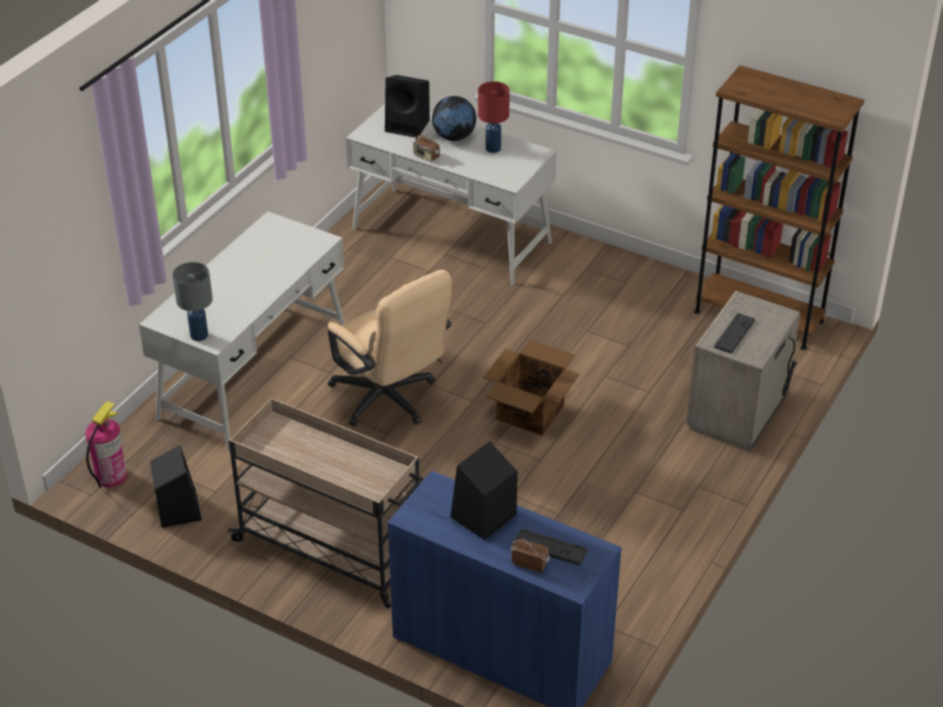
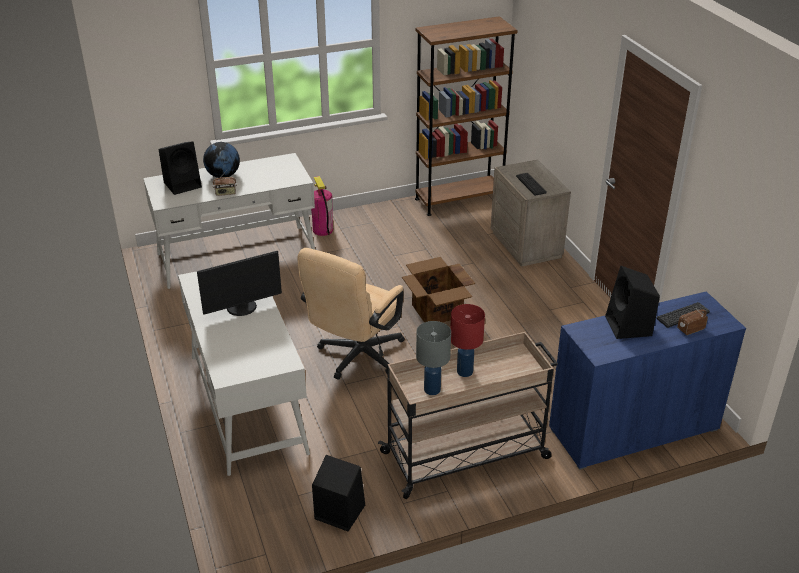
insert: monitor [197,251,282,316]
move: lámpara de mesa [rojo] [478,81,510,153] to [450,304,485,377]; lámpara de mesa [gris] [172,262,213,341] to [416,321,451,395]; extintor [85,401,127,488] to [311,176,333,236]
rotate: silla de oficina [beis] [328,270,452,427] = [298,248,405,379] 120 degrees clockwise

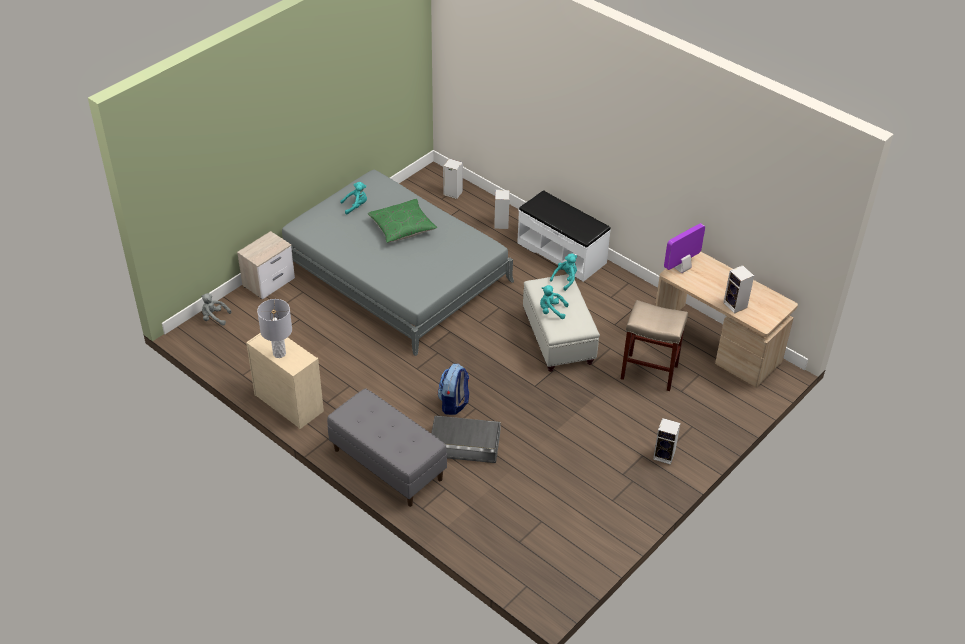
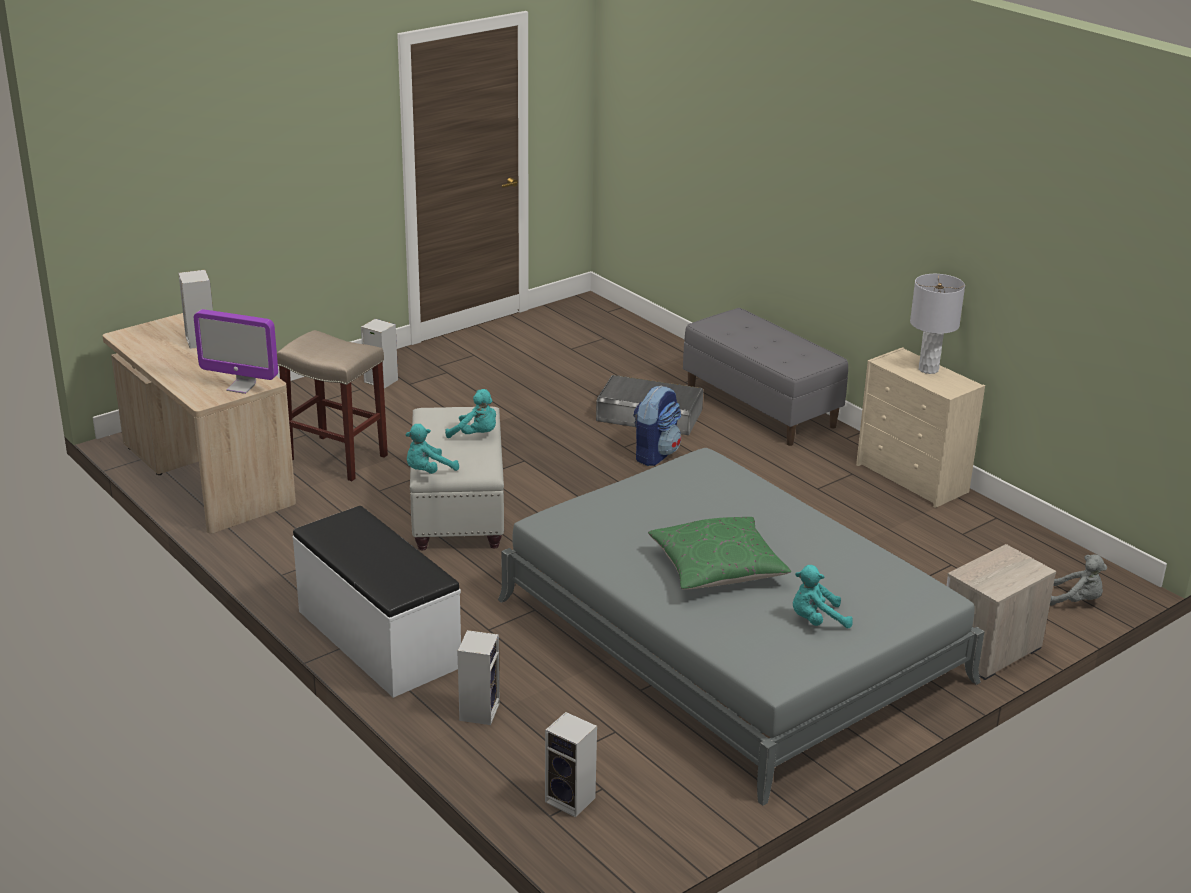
rotate: monitor [664,223,705,273] = [194,309,278,394] 45 degrees clockwise

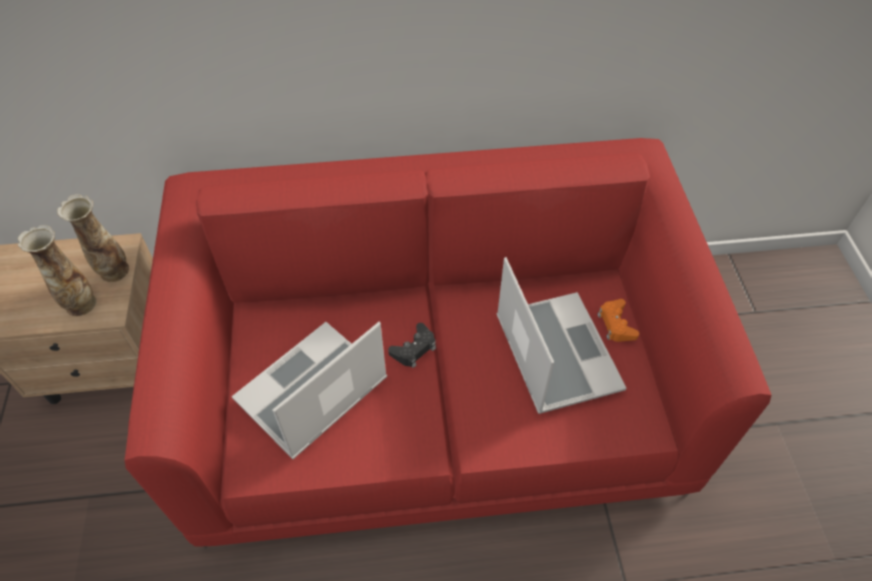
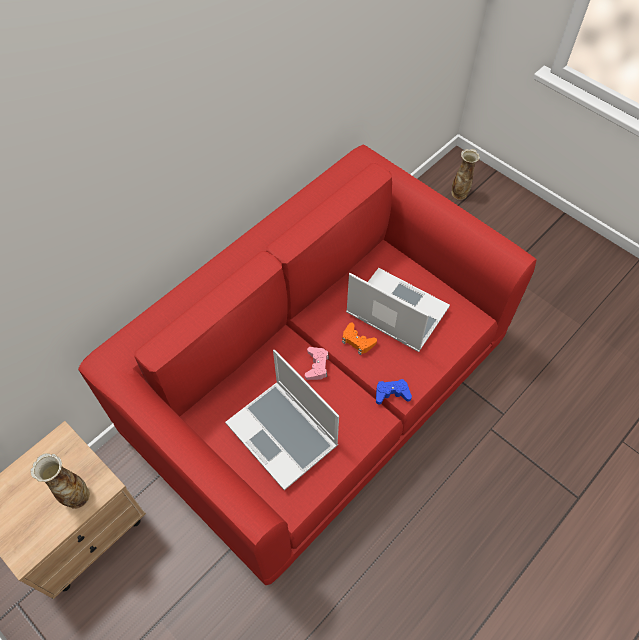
insert: mando de consola [azul] [376,379,412,404]
move: florero [57,194,129,282] to [451,149,480,200]; mando de consola [naranja] [597,299,639,342] to [342,323,377,355]
recolor: mando de consola [negro] [388,323,436,368] to mando de consola [rosa] [305,347,329,380]
rotate: portátil [231,322,387,459] = [225,350,339,490] 45 degrees counterclockwise

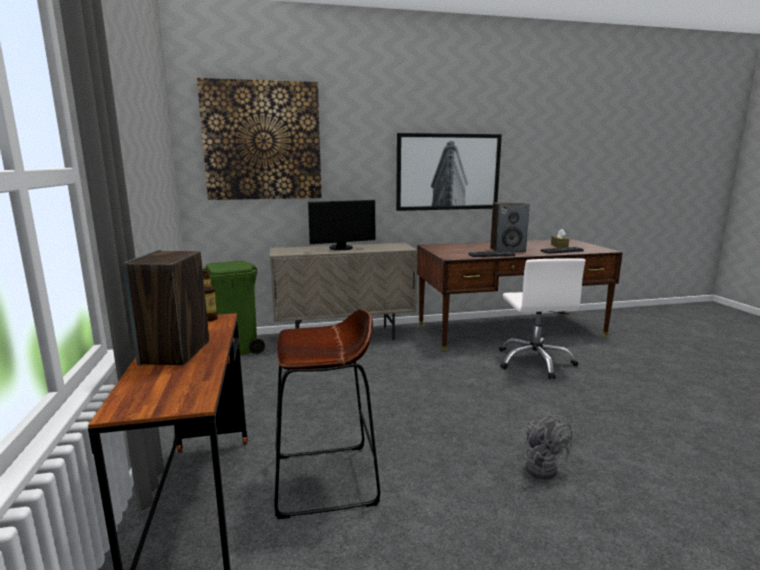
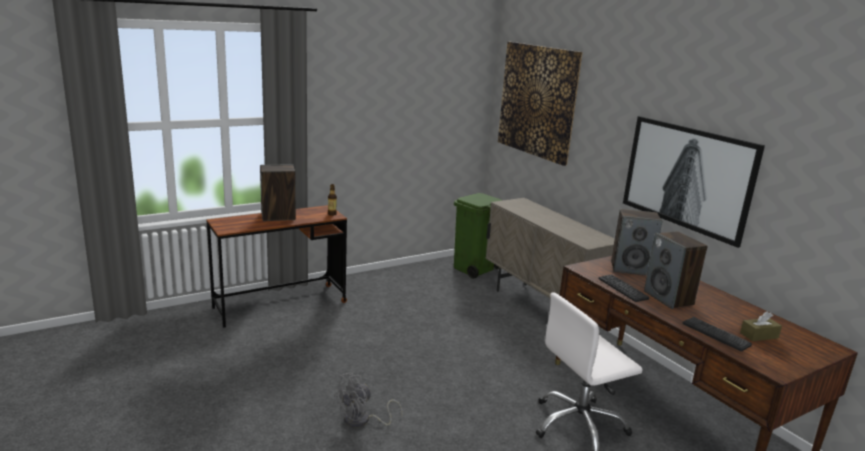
delete: monitor [308,200,375,250]; taburete [marrón] [274,309,380,519]
insert: altavoz [611,209,662,276]

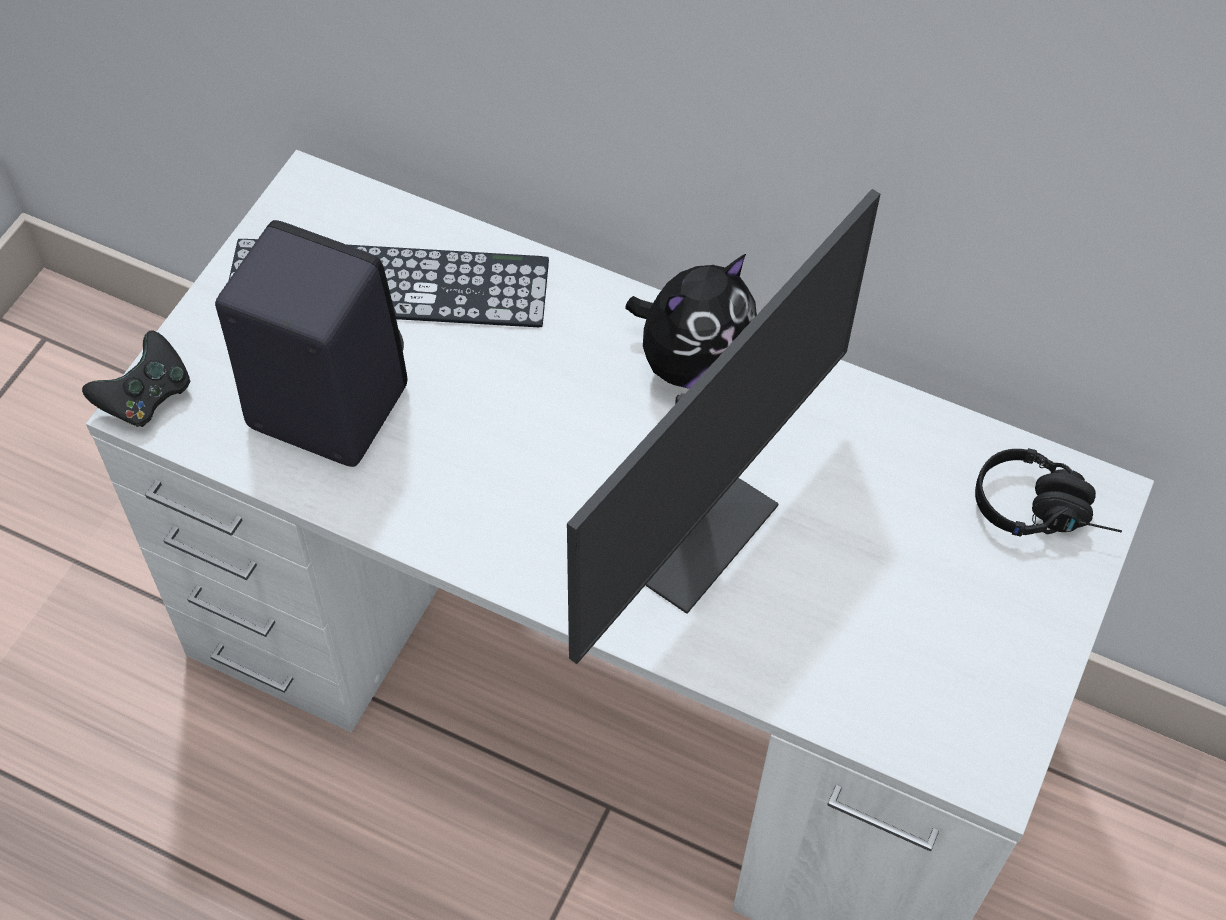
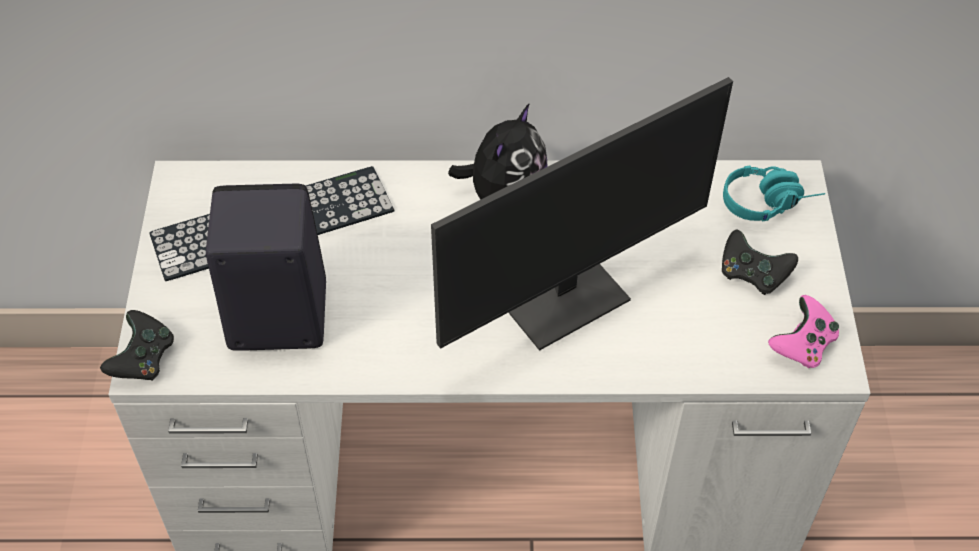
insert: mando de consola [negro] [722,229,798,295]; mando de consola [rosa] [768,295,839,368]
recolor: auriculares [negro] [975,448,1122,537] to auriculares [turquesa] [723,166,825,221]
rotate: monitor [567,189,880,664] = [431,77,733,351] 45 degrees clockwise

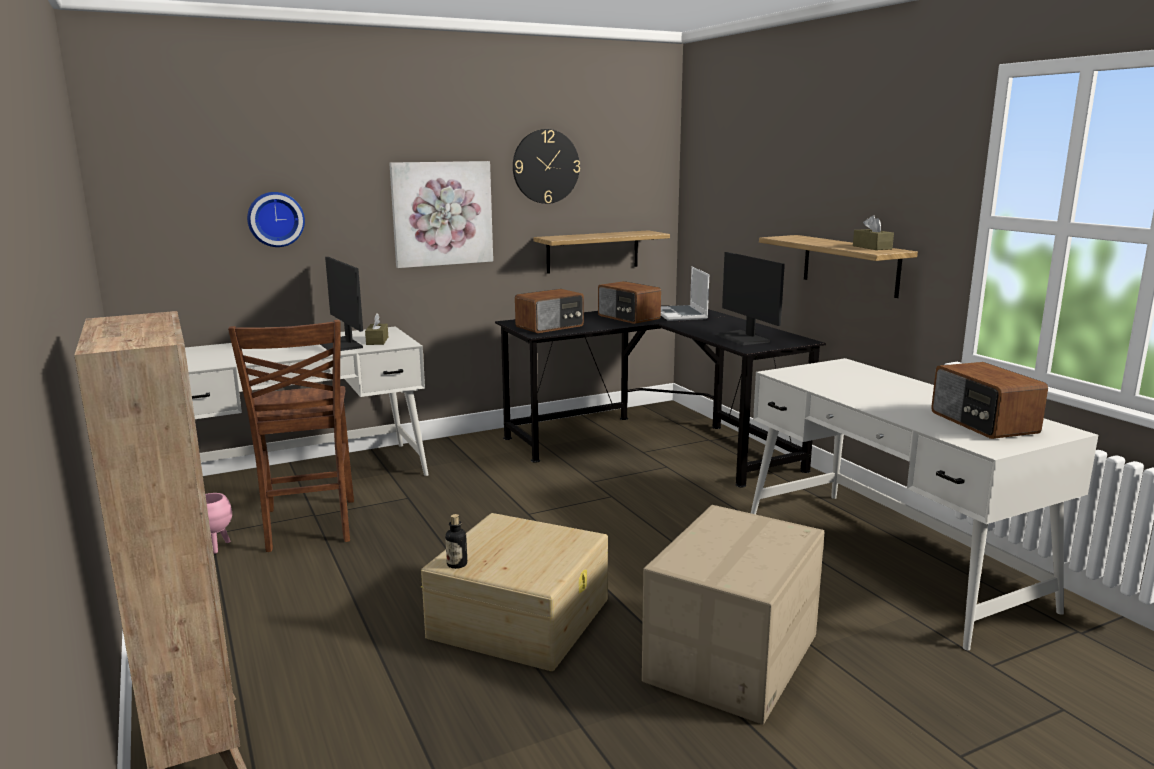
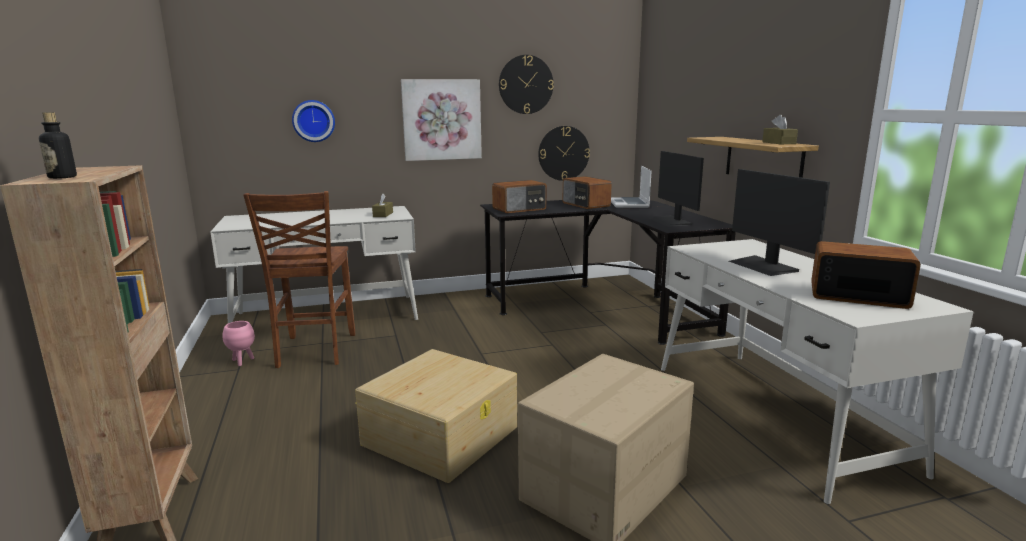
move: monitor [320,257,363,351] to [729,169,830,276]; botella [445,514,467,569] to [39,112,77,179]
replace: estante [534,230,670,274] to reloj de pared [538,126,590,181]
rotate: radio [931,362,1048,439] = [811,241,921,309] 120 degrees clockwise

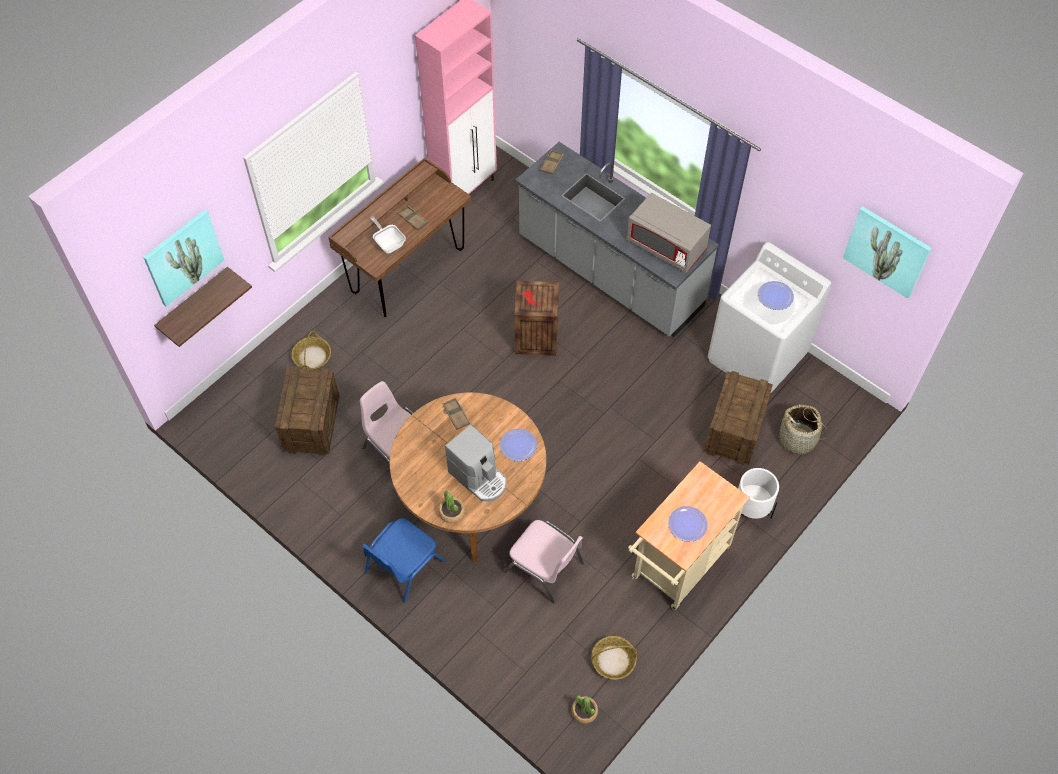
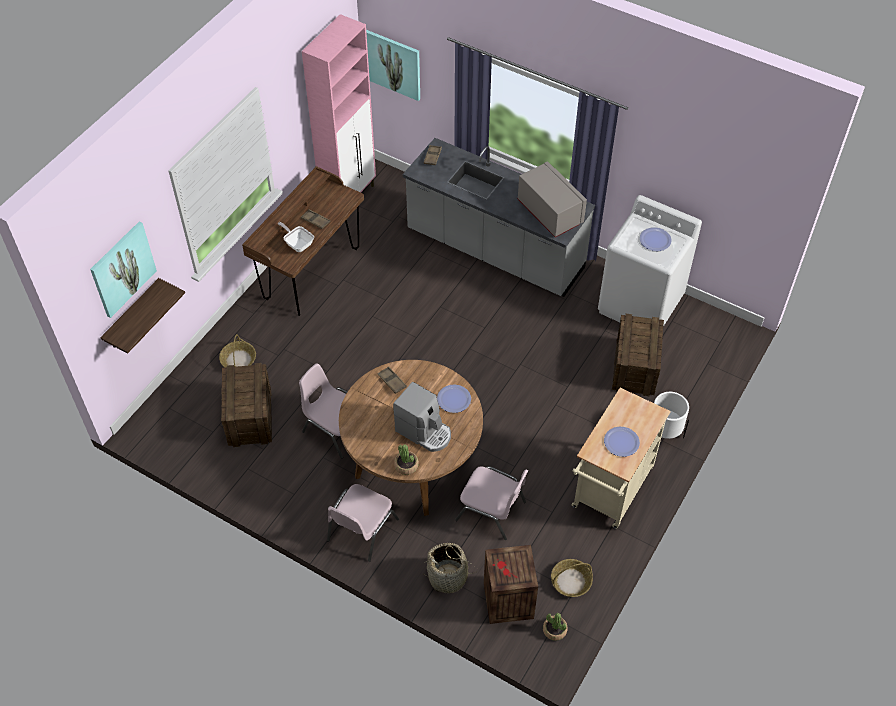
move: cuadro [843,206,931,298] to [366,30,420,101]; caja de embalaje [514,280,559,356] to [484,545,538,624]; cesta [774,405,830,455] to [423,543,476,593]
recolor: silla [azul] [362,518,445,603] to silla [rosa] [327,484,399,562]
rotate: microondas [gris] [627,193,711,273] = [517,162,587,237] 150 degrees counterclockwise

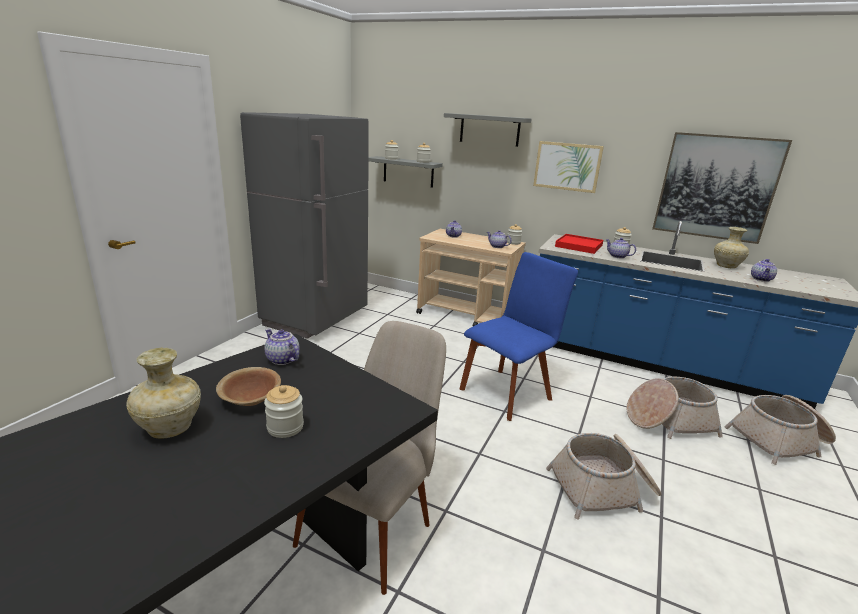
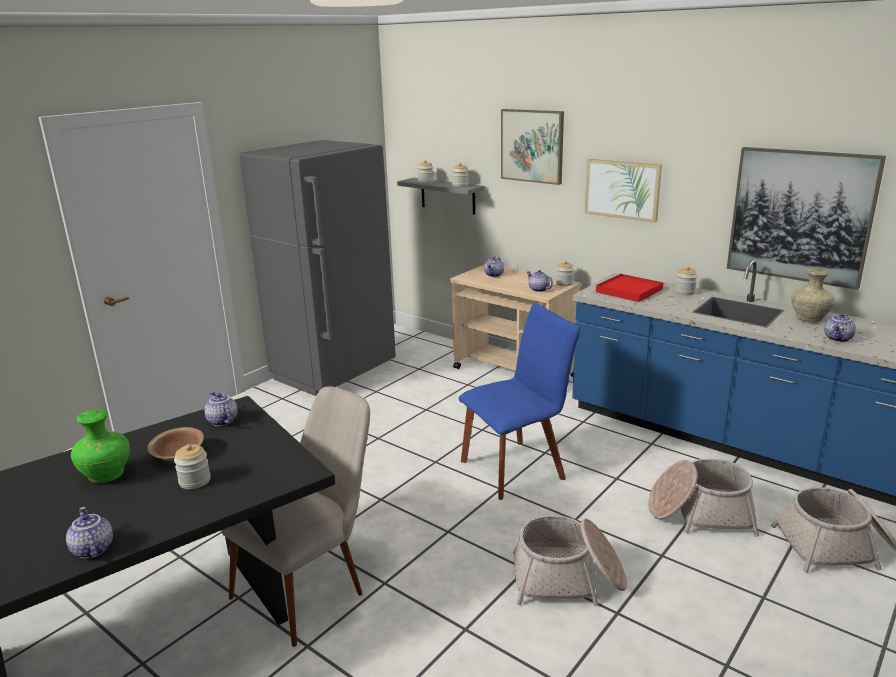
move: tetera [605,238,636,258] to [66,507,113,559]
replace: estante [gris] [444,113,532,147] to cuadro [501,109,564,185]
recolor: florero [beis] [126,347,201,439] to florero [verde] [71,409,130,483]

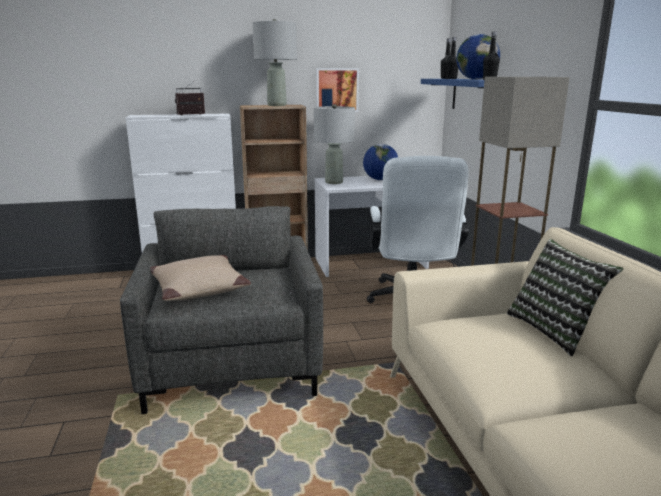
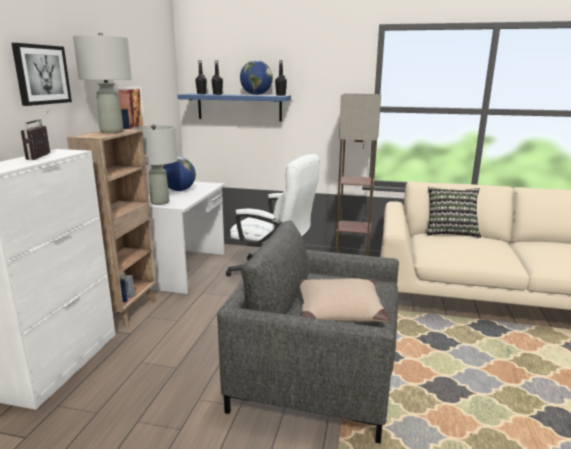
insert: cuadro [11,43,72,106]

